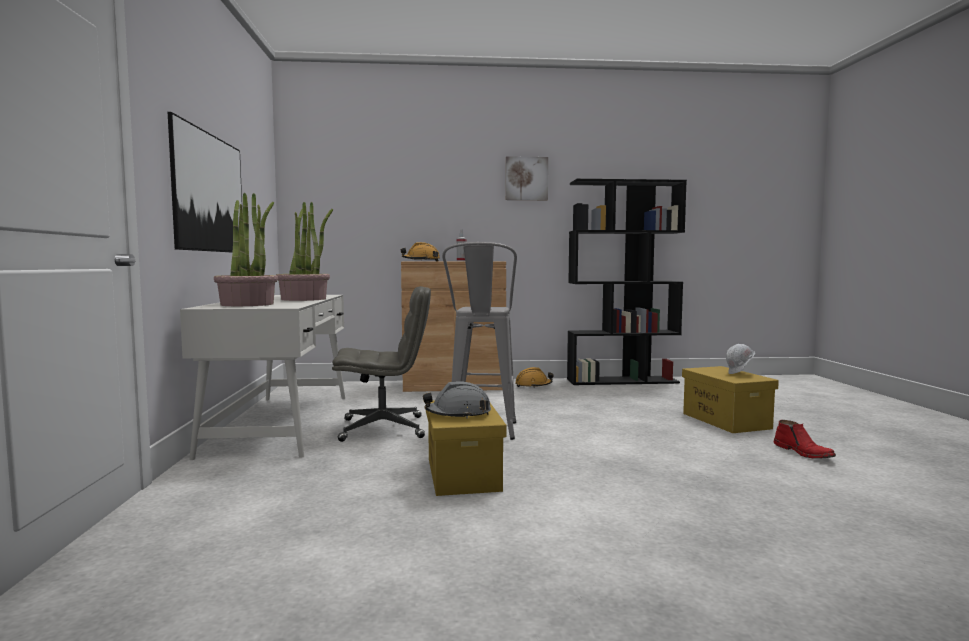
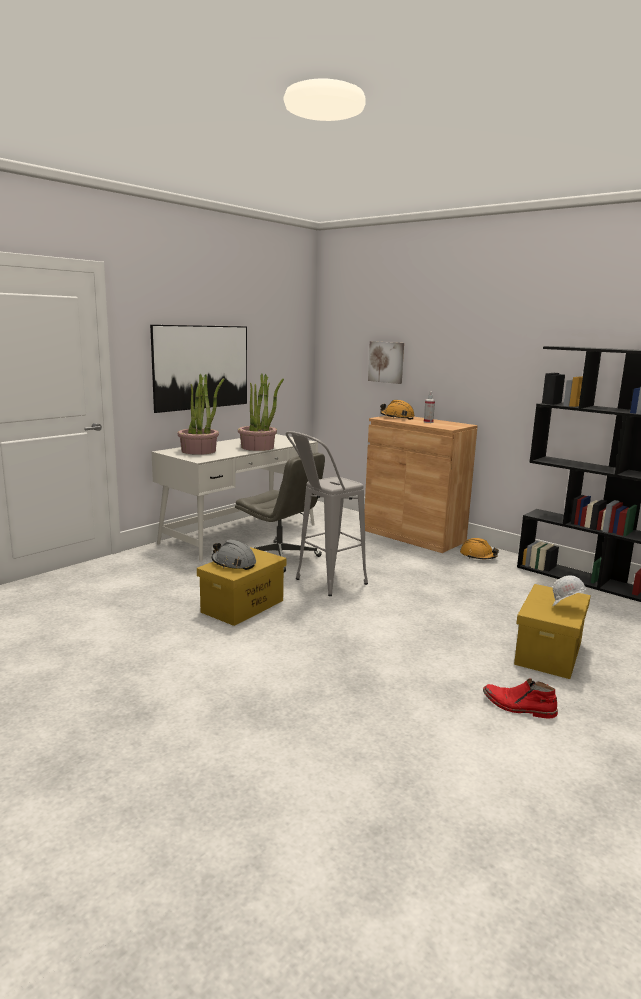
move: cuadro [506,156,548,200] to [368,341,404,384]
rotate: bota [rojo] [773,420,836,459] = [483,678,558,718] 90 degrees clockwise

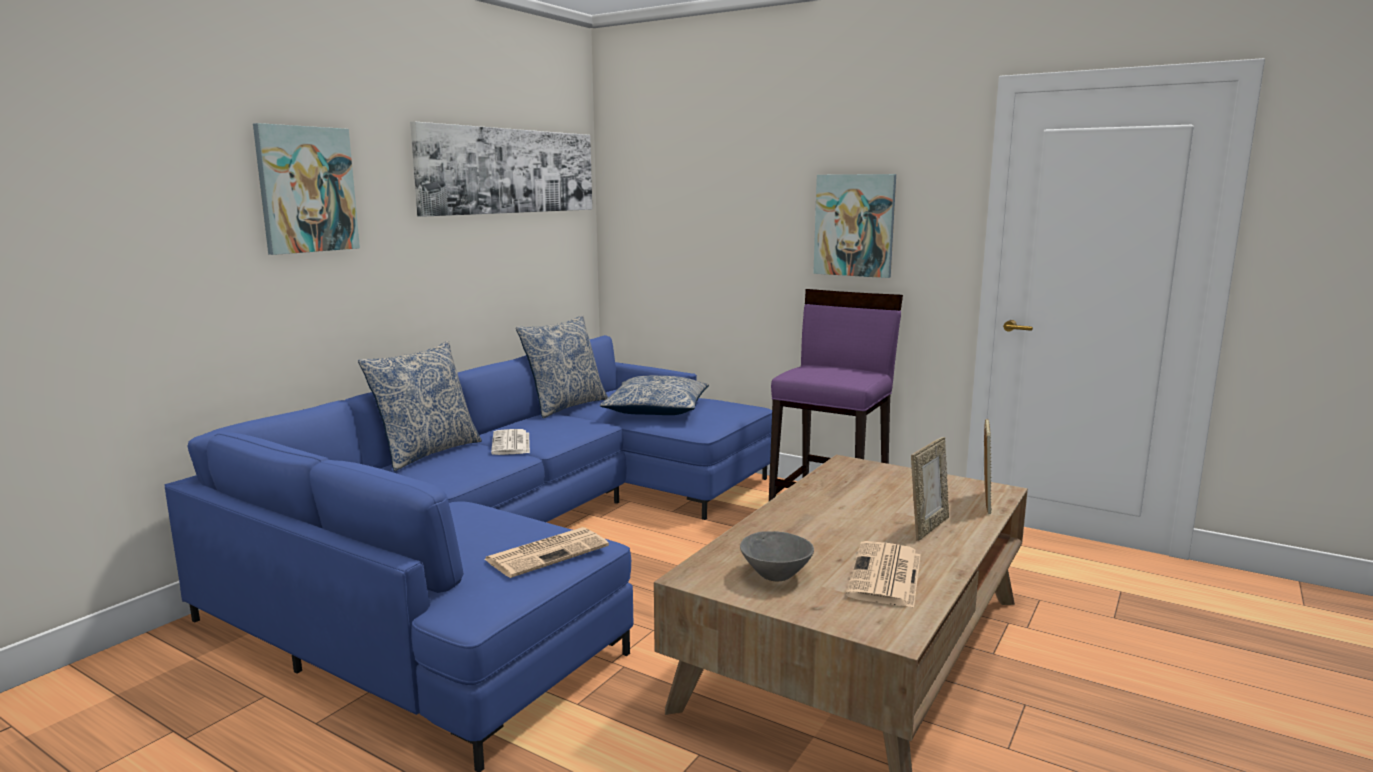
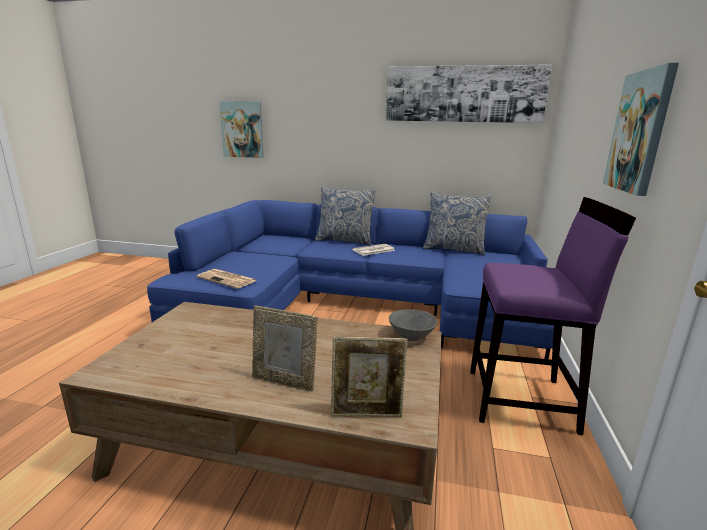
delete: cojín [600,376,709,415]; periódico [846,541,921,608]
move: cuadro [253,123,360,255] to [219,101,264,158]; cuenco [gris] [740,531,814,581] to [389,309,437,341]

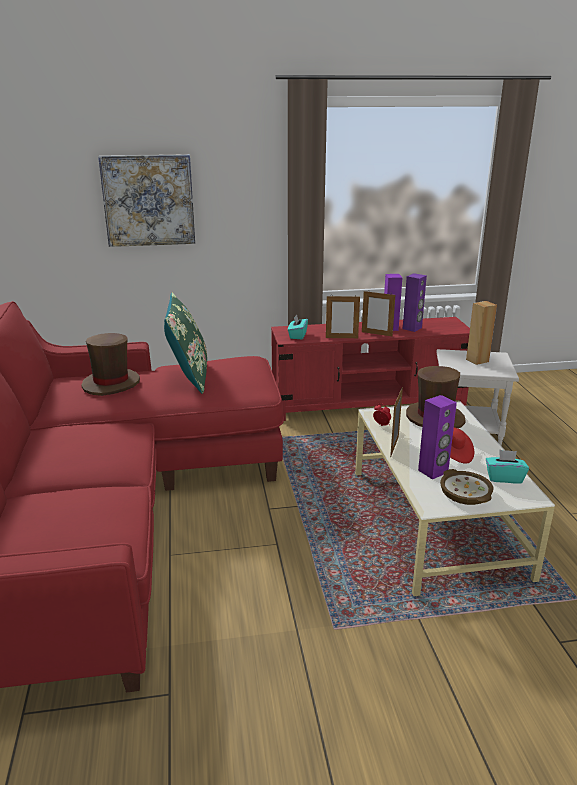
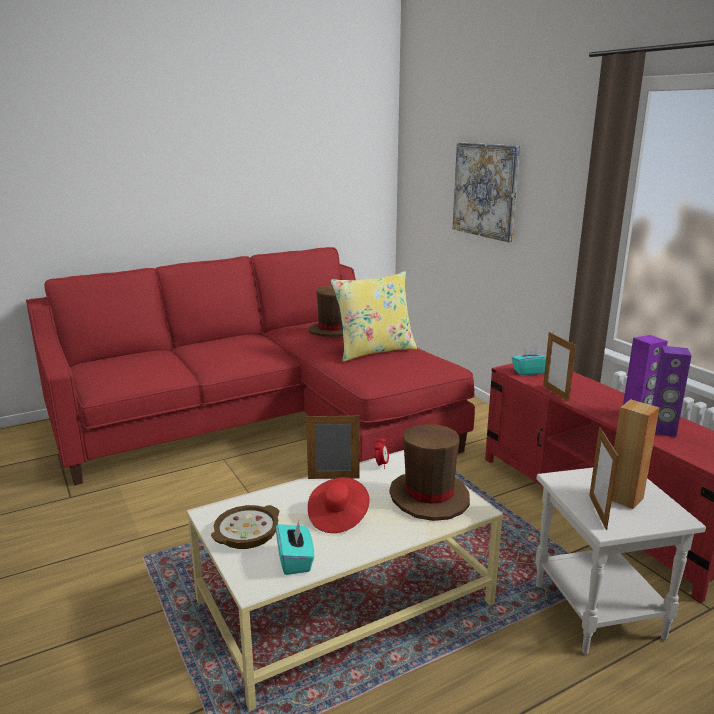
delete: altavoz [morado] [418,395,457,479]
move: portarretratos [362,291,395,336] to [589,427,619,530]
recolor: cojín [verde] [164,293,207,394] to cojín [amarillo] [330,271,417,362]

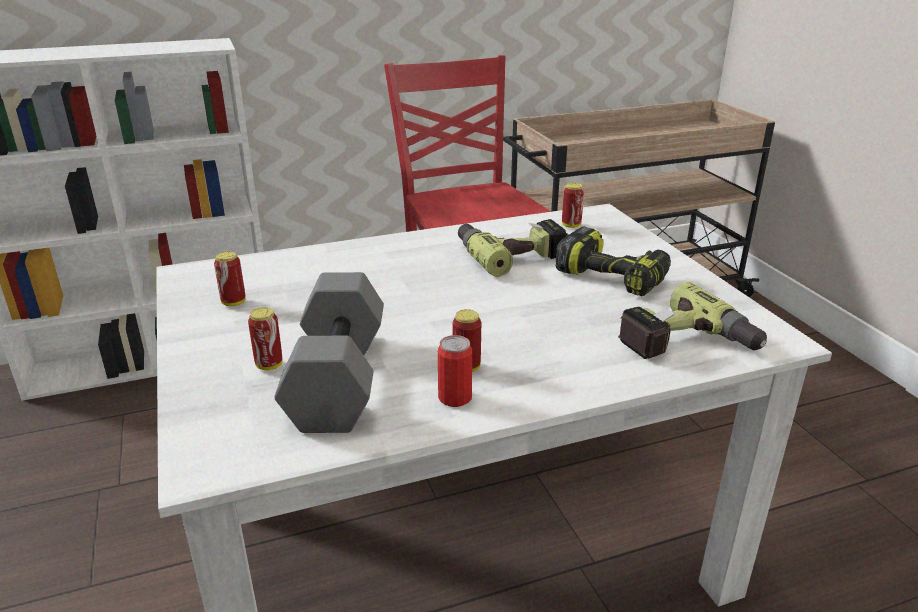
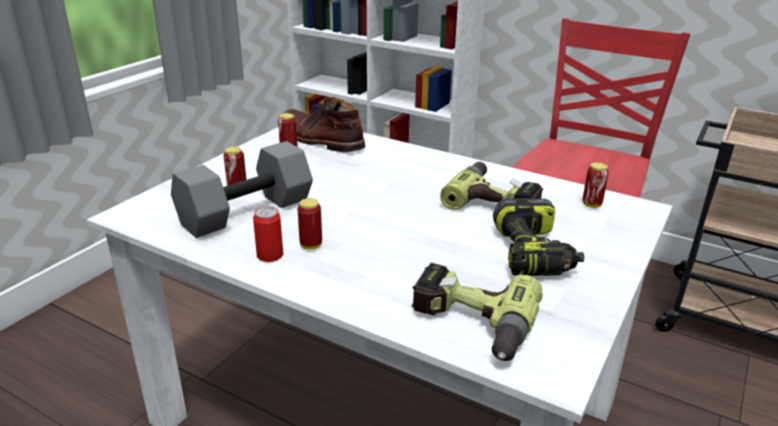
insert: bota [marrón] [285,97,365,152]

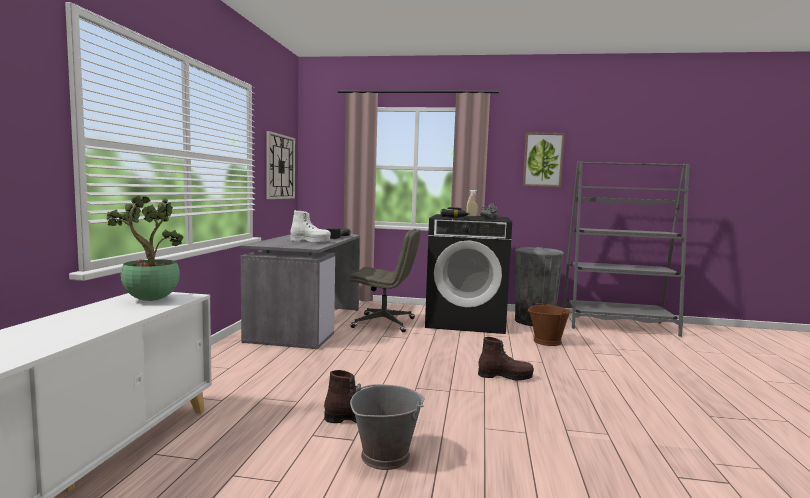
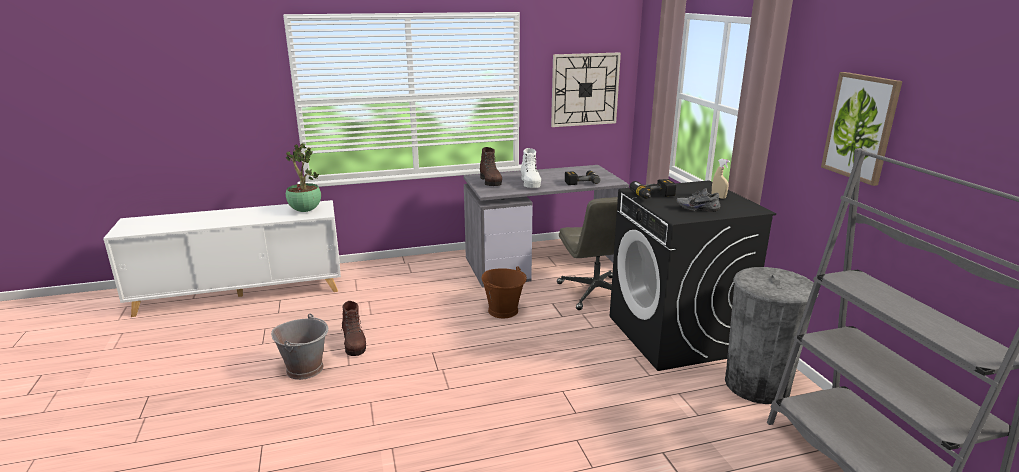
move: cubo [marrón] [528,301,571,346] to [481,266,527,318]; bota [marrón] [478,337,534,381] to [480,147,502,186]

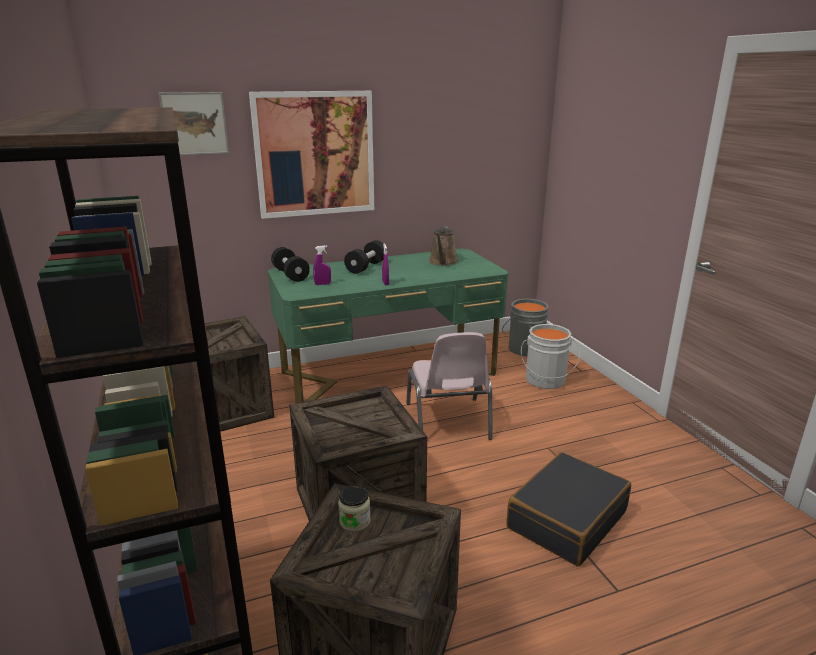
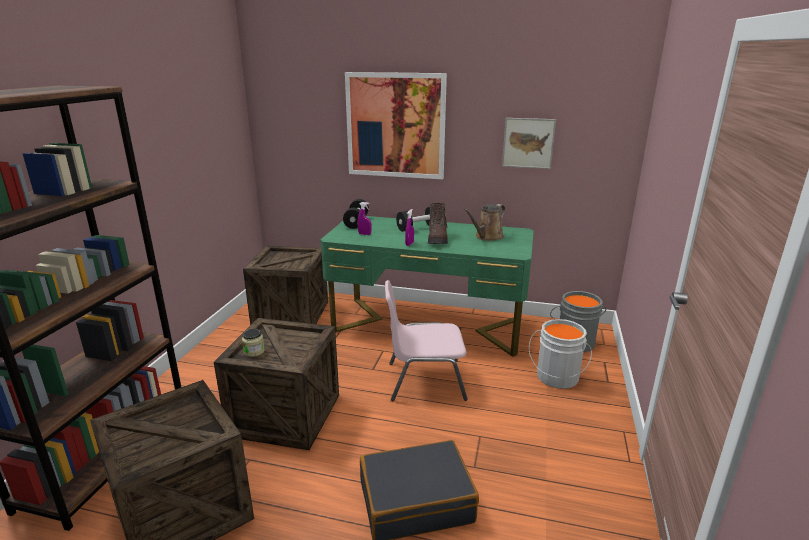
insert: bota [marrón] [428,203,449,244]
move: cuadro [159,92,229,155] to [502,118,556,169]; tarro [338,486,371,532] to [242,329,265,357]
rotate: silla [rosa] [406,332,493,440] = [385,280,468,401] 60 degrees clockwise

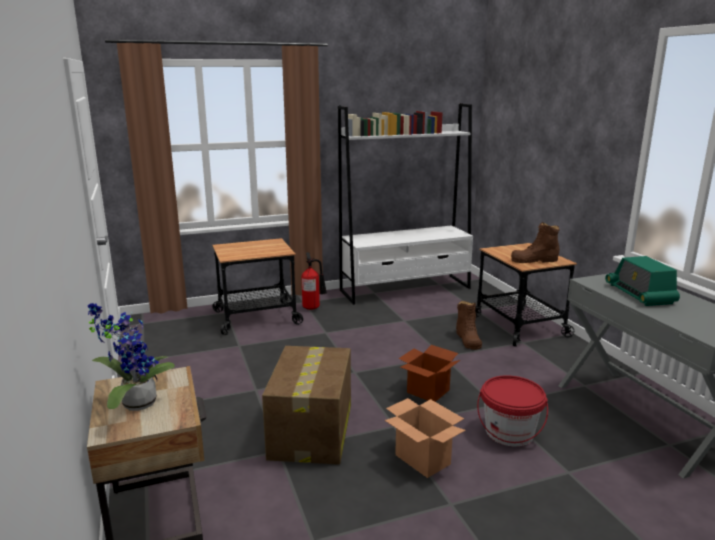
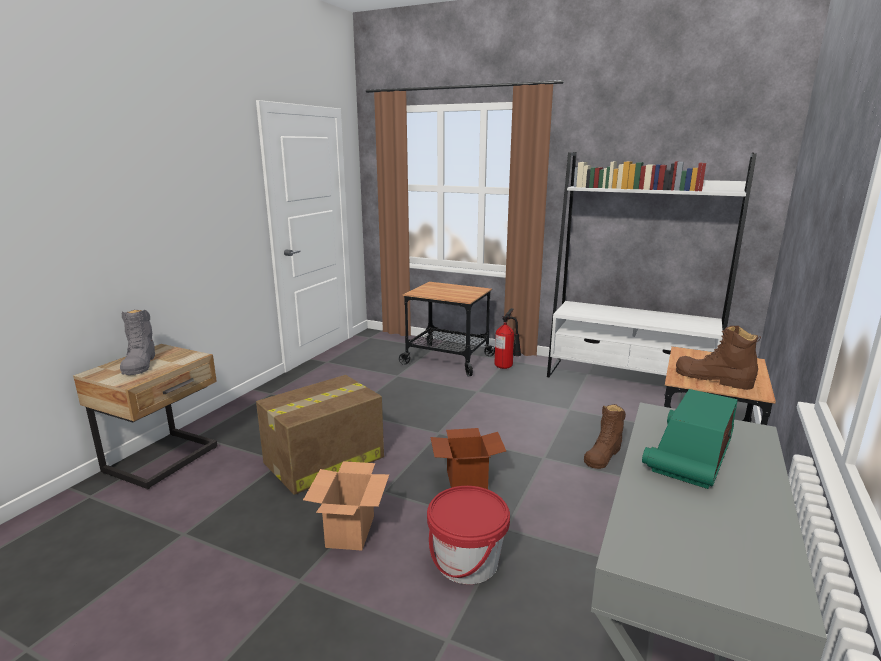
replace: planta en maceta [88,303,175,411] to bota [gris] [120,310,155,375]

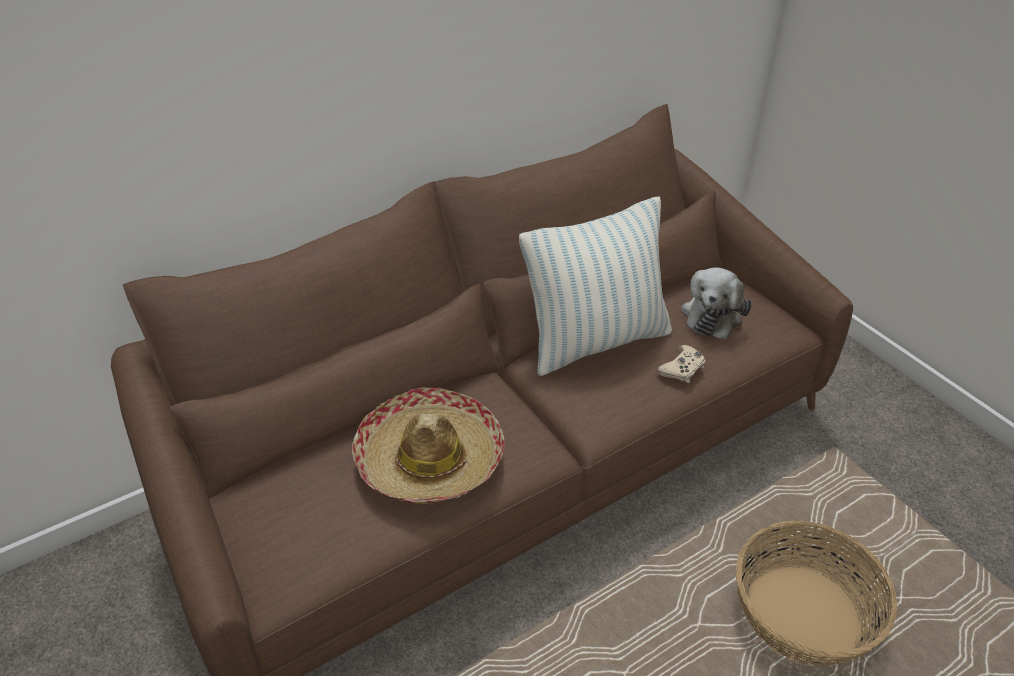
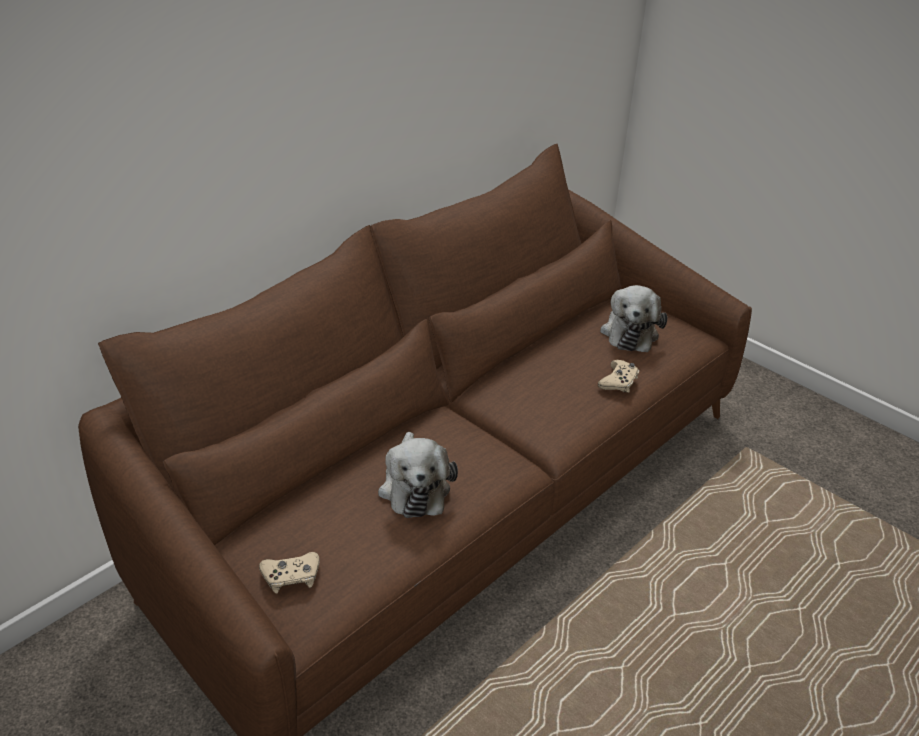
delete: cojín [519,196,672,376]; cesta [736,521,897,666]
insert: mando de consola [beis] [259,552,320,593]
replace: sombrero [352,387,505,504] to peluche [378,432,458,518]

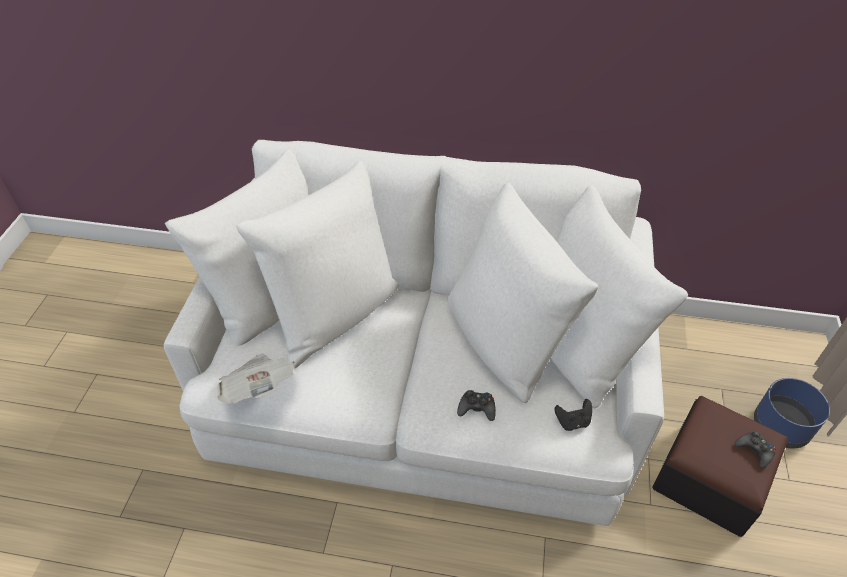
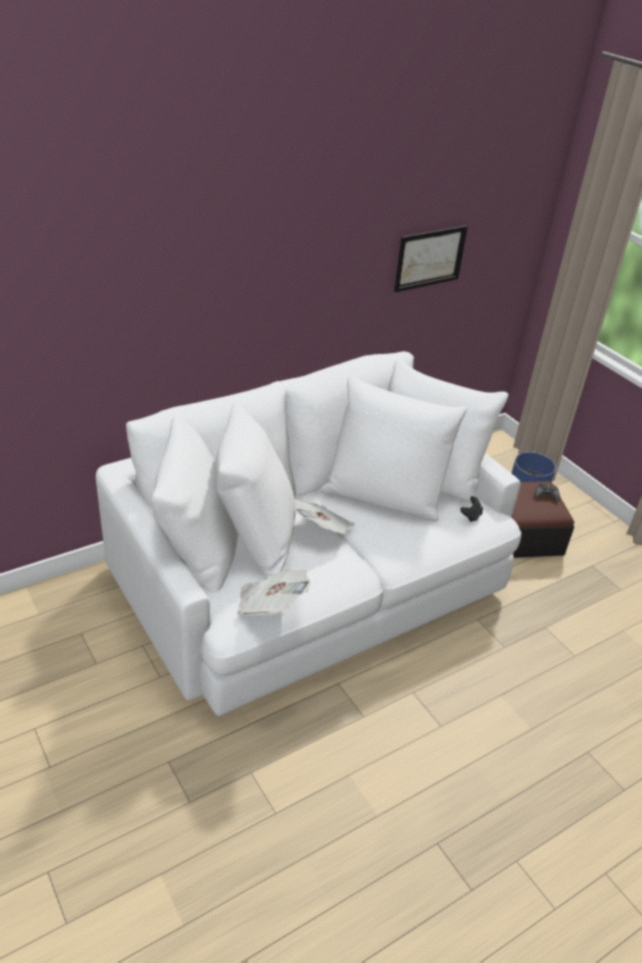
delete: mando de consola [negro] [457,390,496,421]
insert: cuadro [394,225,468,292]; periódico [294,499,355,535]

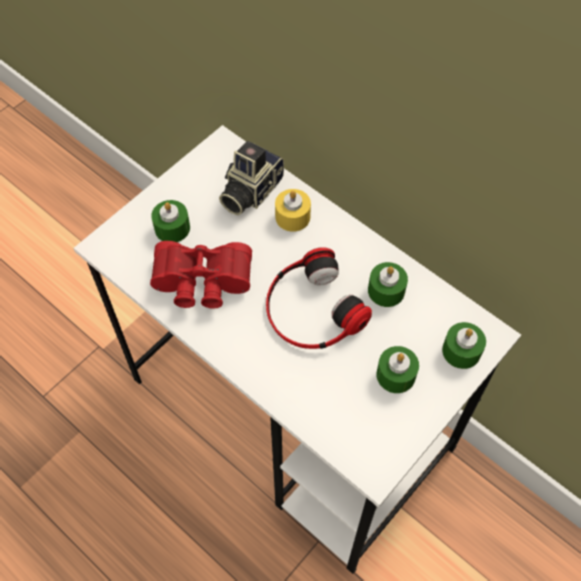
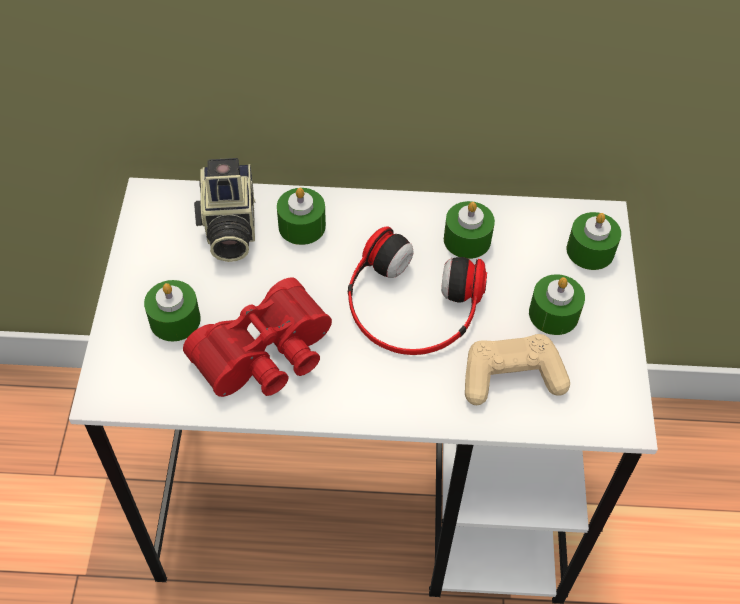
insert: mando de consola [beis] [465,334,570,405]
recolor: vela [amarillo] [275,189,311,232] to vela [verde] [277,188,326,245]

